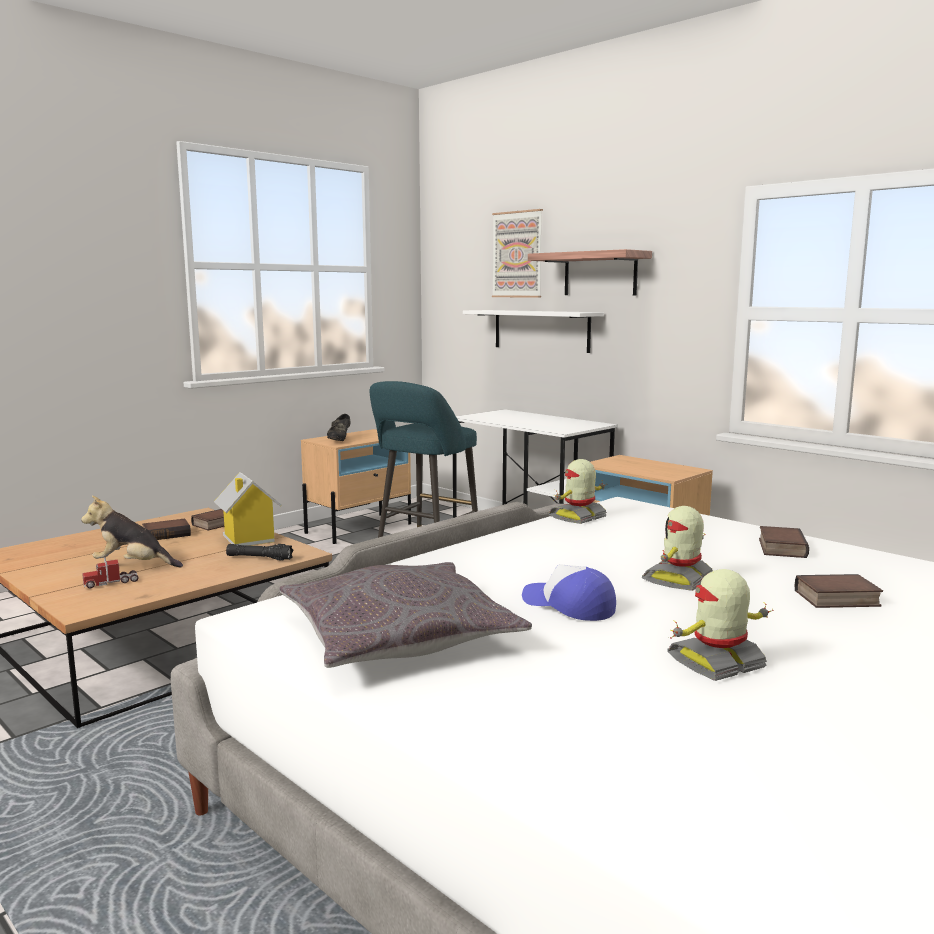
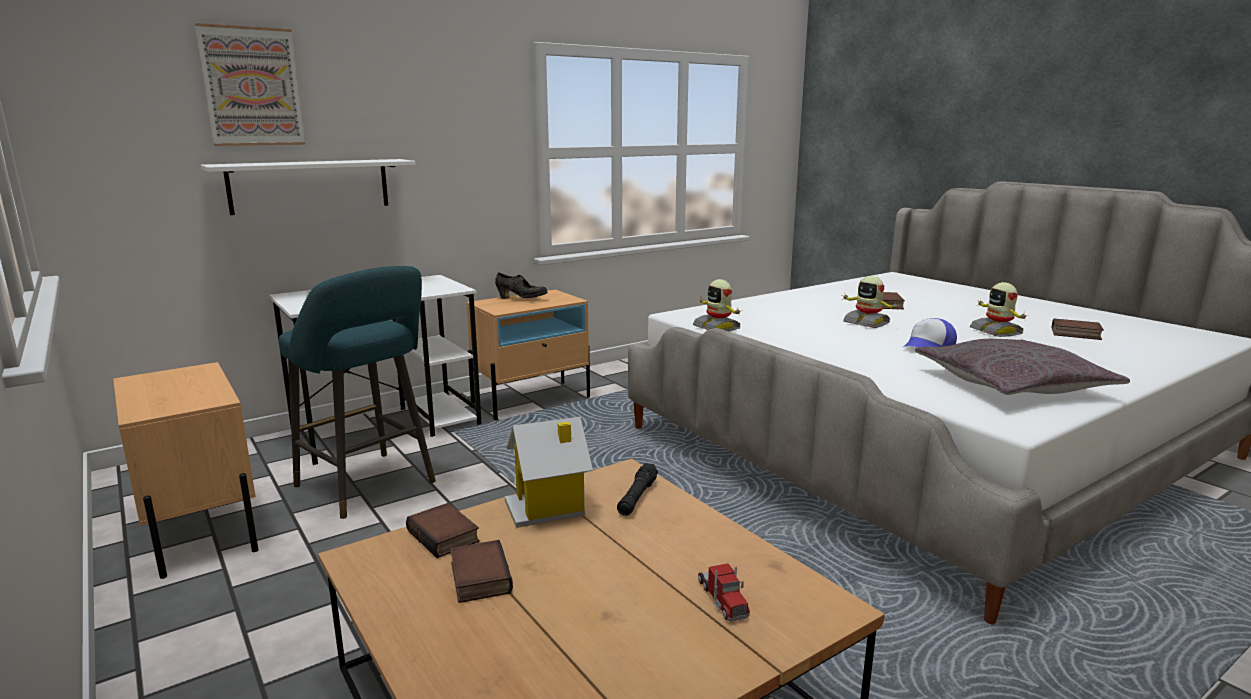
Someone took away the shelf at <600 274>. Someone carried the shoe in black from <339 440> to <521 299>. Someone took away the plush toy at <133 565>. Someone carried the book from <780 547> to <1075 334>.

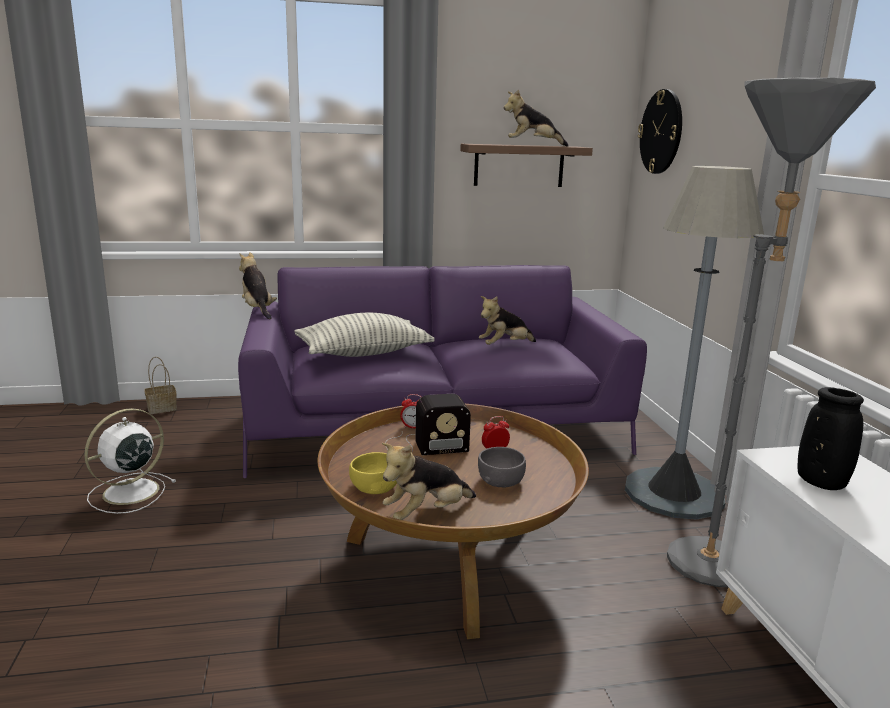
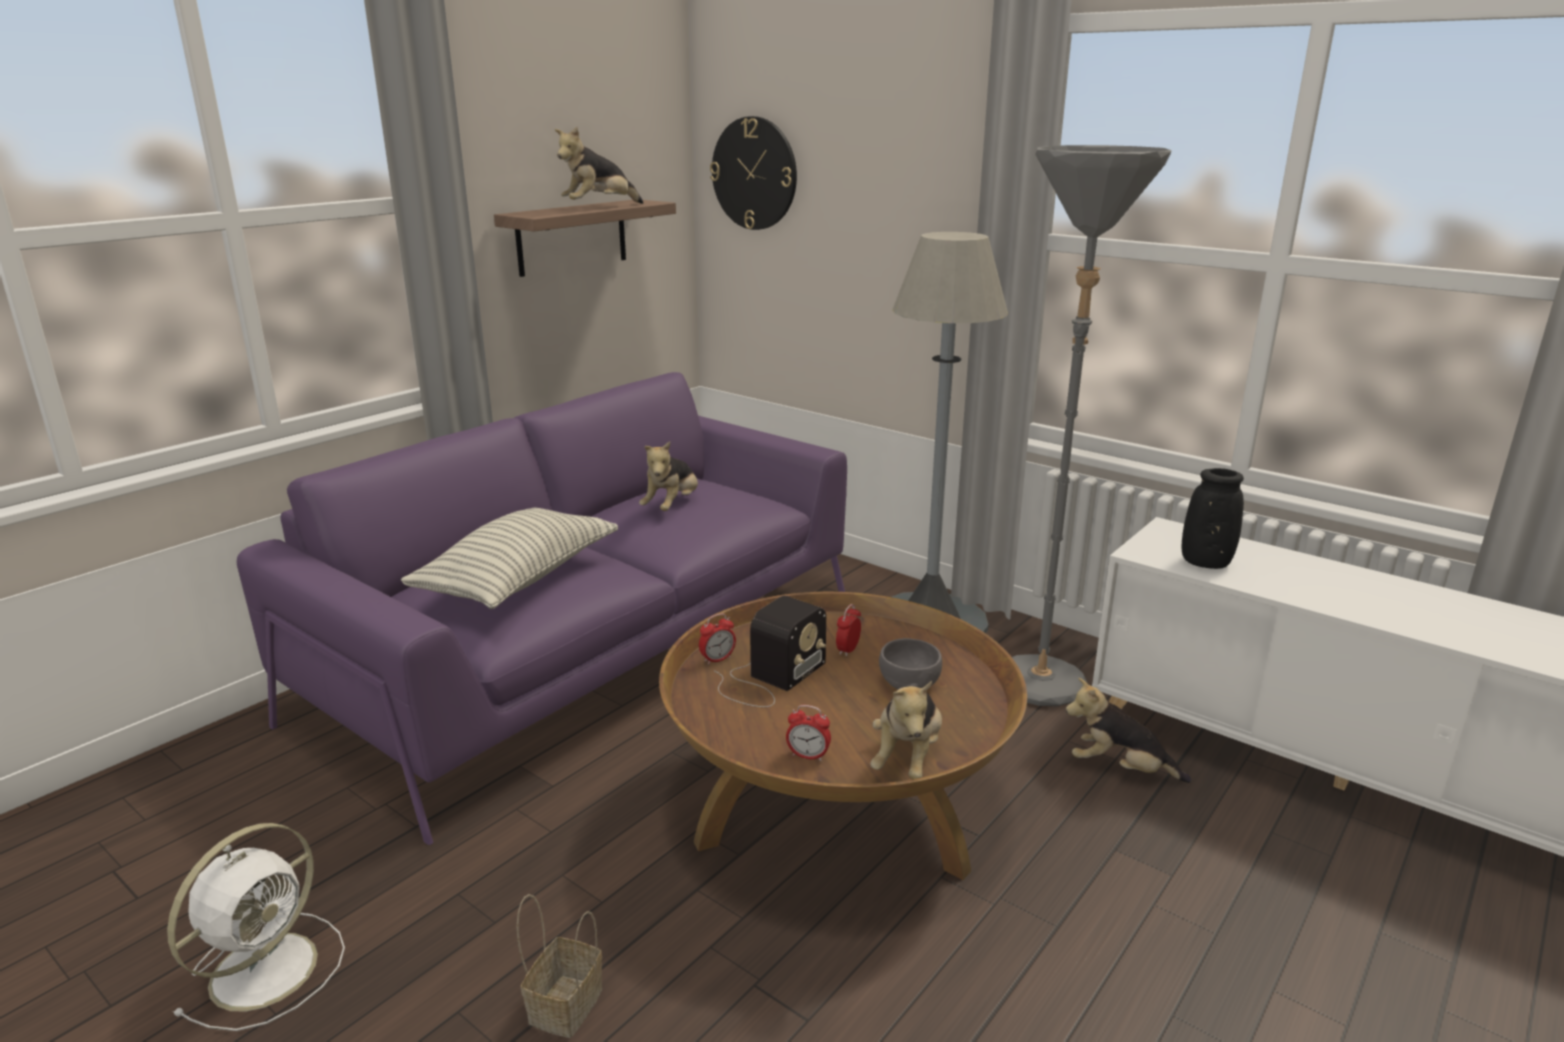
Someone carried the plush toy from <258 310> to <1120 769>. Someone carried the basket from <163 408> to <566 1003>. Someone rotated the fan in white at <128 493> by 150 degrees counterclockwise. Someone swapped the bowl in yellow at <375 487> for the alarm clock at <808 756>.

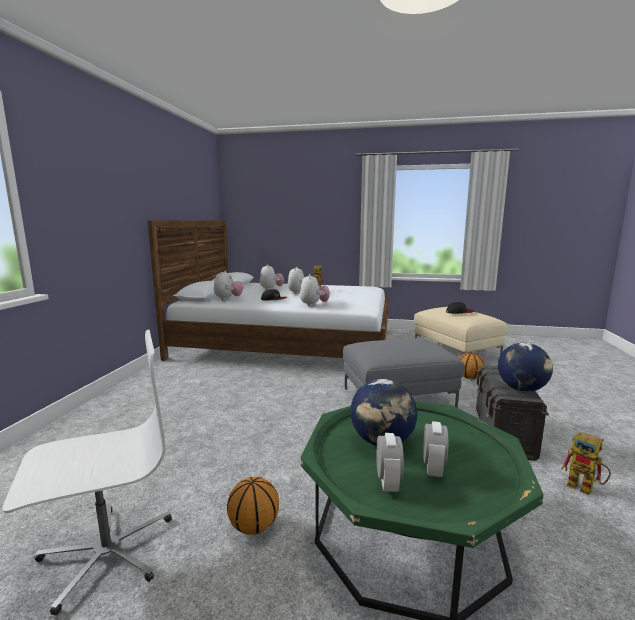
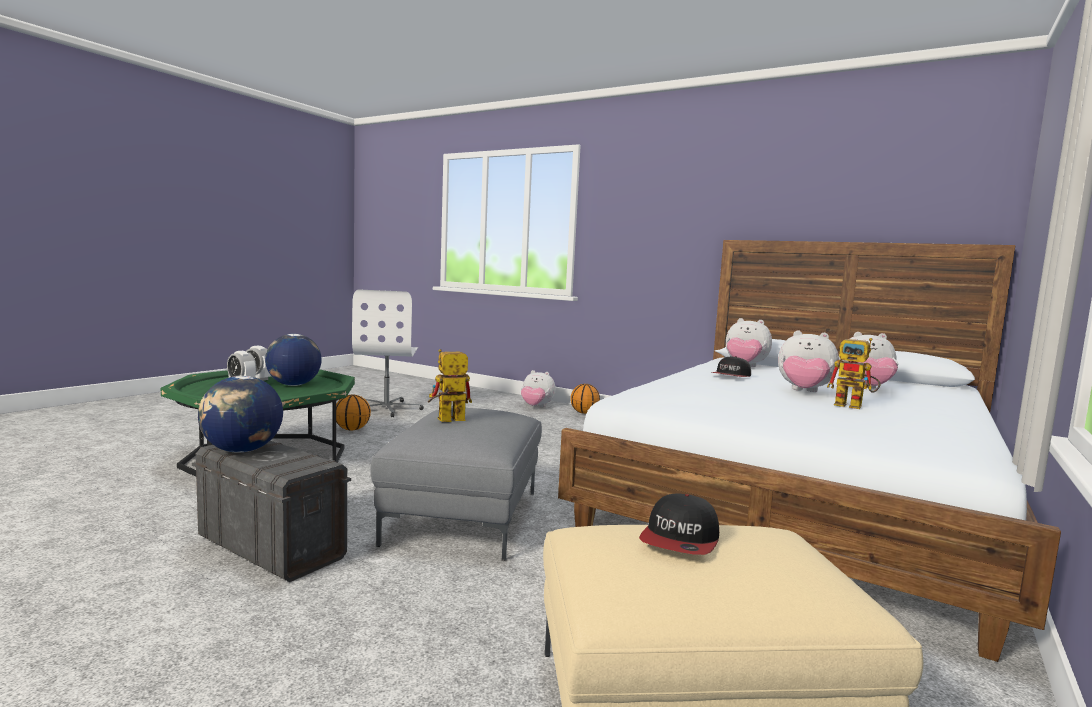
Someone carried the plush toy from <314 305> to <536 407>. Someone carried the basketball from <469 377> to <584 413>. Someone carried the toy robot from <586 488> to <446 420>.

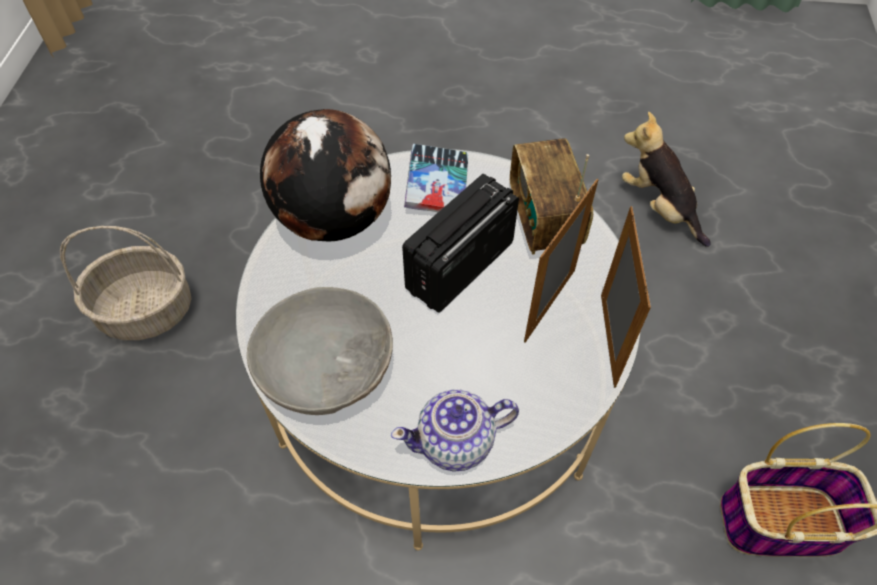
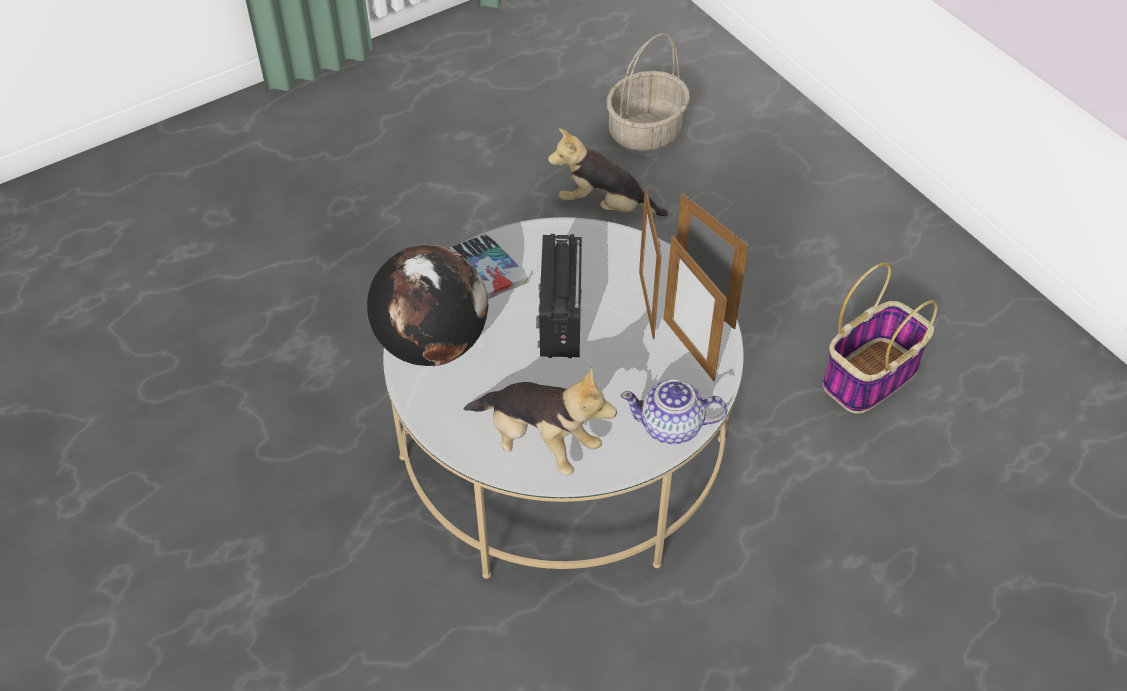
Someone took away the radio at <544 220>. Someone carried the basket from <145 312> to <646 132>. Someone swapped the bowl in grey at <326 366> for the plush toy at <539 442>. Someone rotated the teapot at <456 442> by 60 degrees clockwise. Someone put down the picture frame at <688 349>.

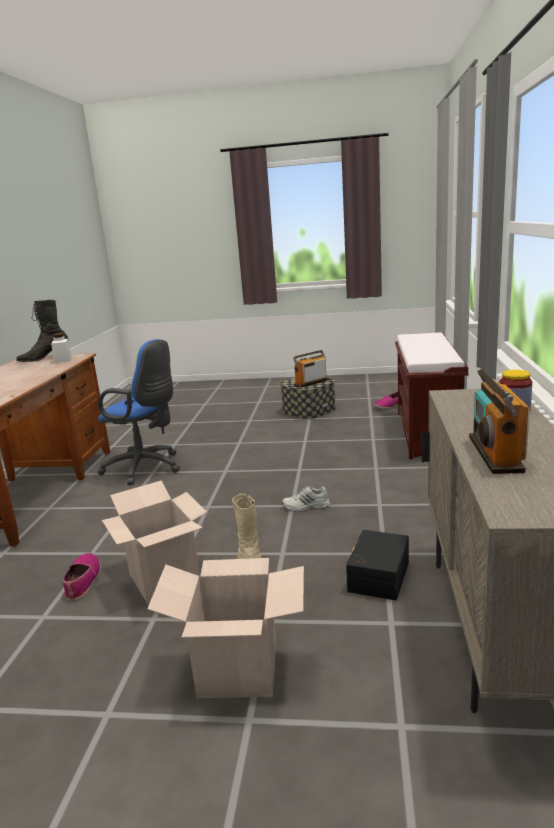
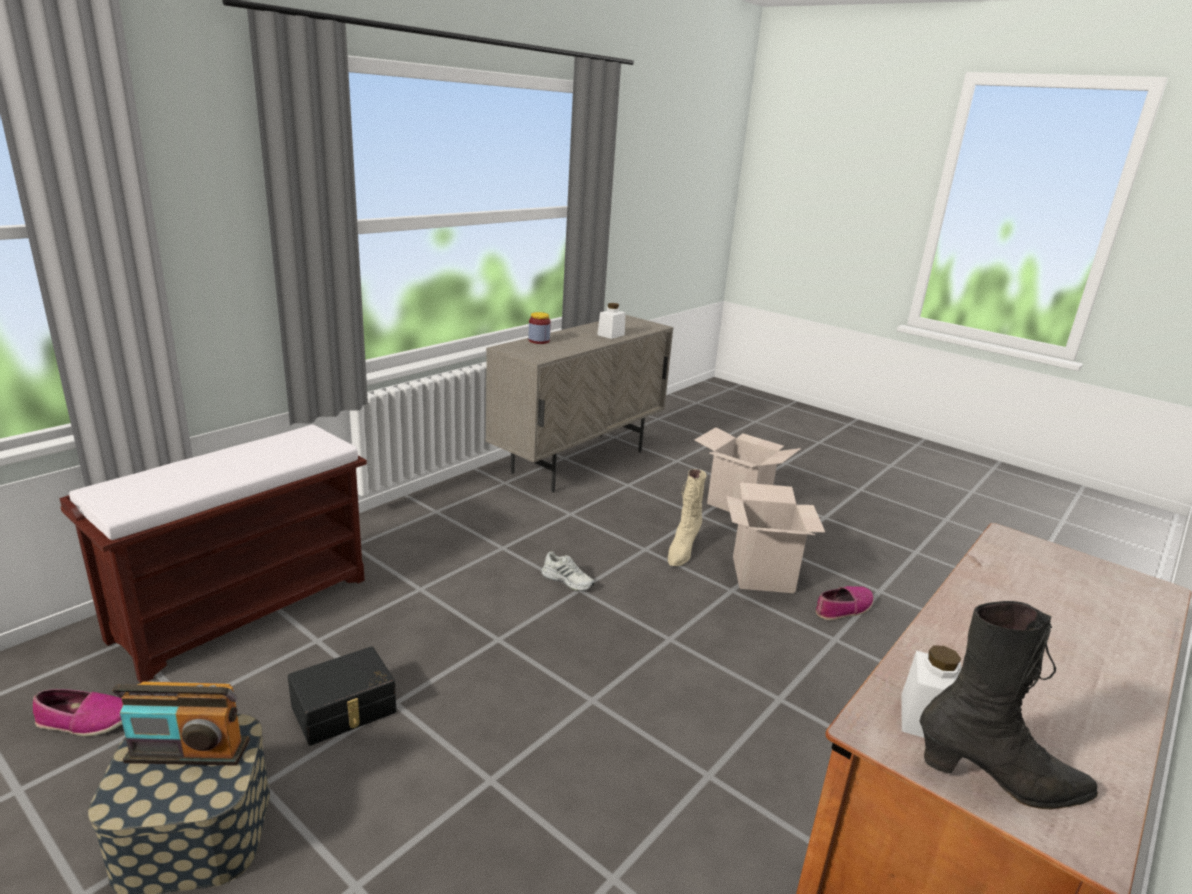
Someone took away the office chair in blue at <146 468>. Someone swapped the radio at <494 453> for the jar in white at <611 335>. Someone carried the storage box in black from <377 576> to <345 710>. Someone rotated the shoe at <83 581> by 150 degrees counterclockwise.

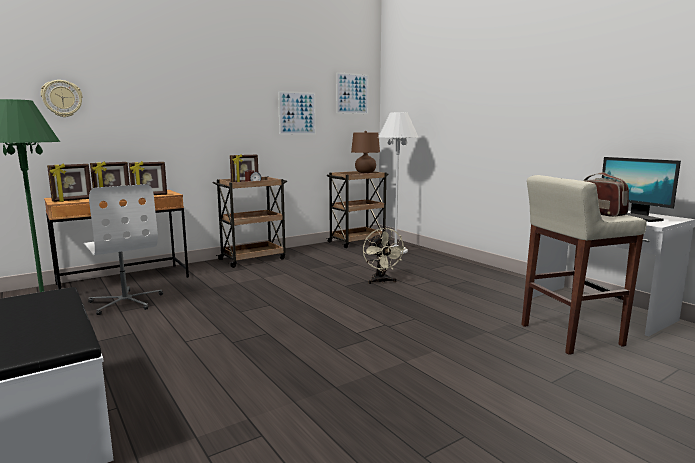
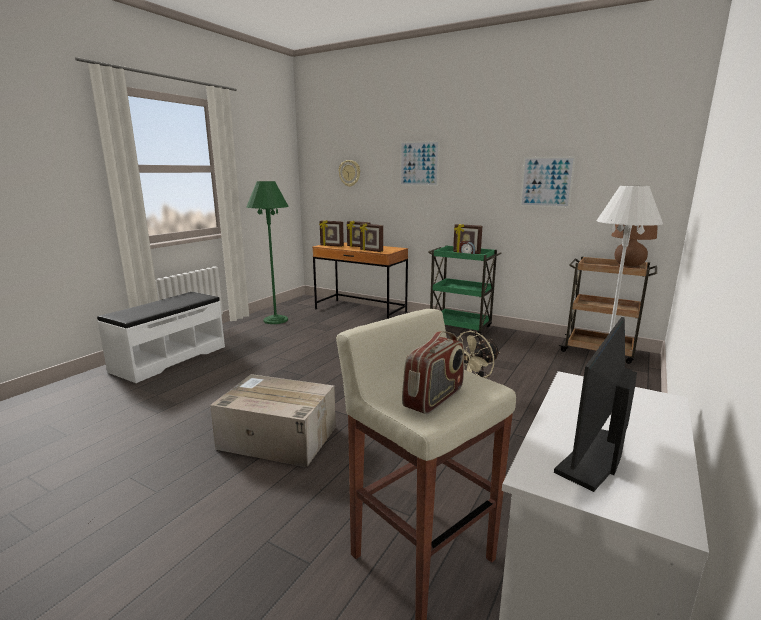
Someone carried the picture from <352 93> to <419 163>. Someone repainted the cart in brown at <253 259>, which became the cart in green at <460 327>. Someone took away the office chair in white at <126 302>. Someone put down the cardboard box at <276 437>.

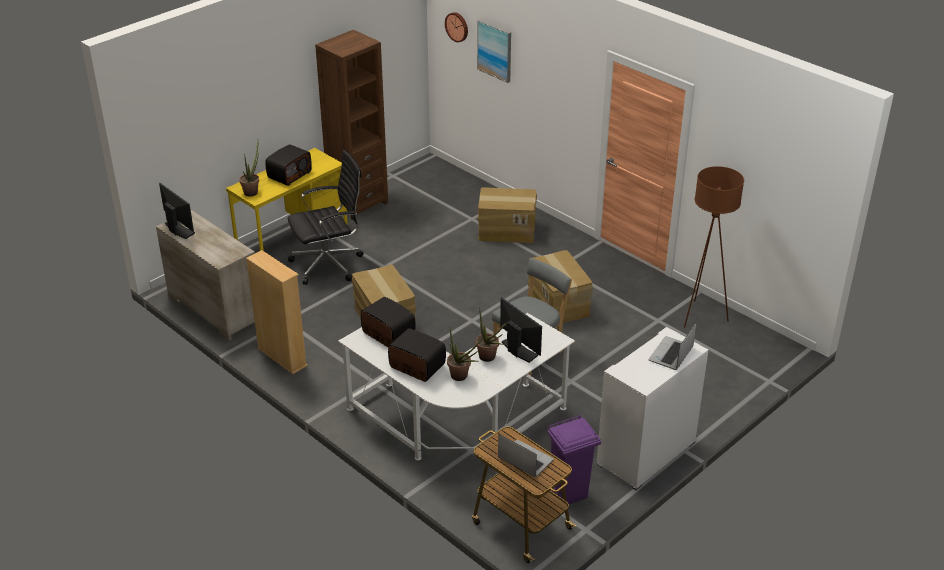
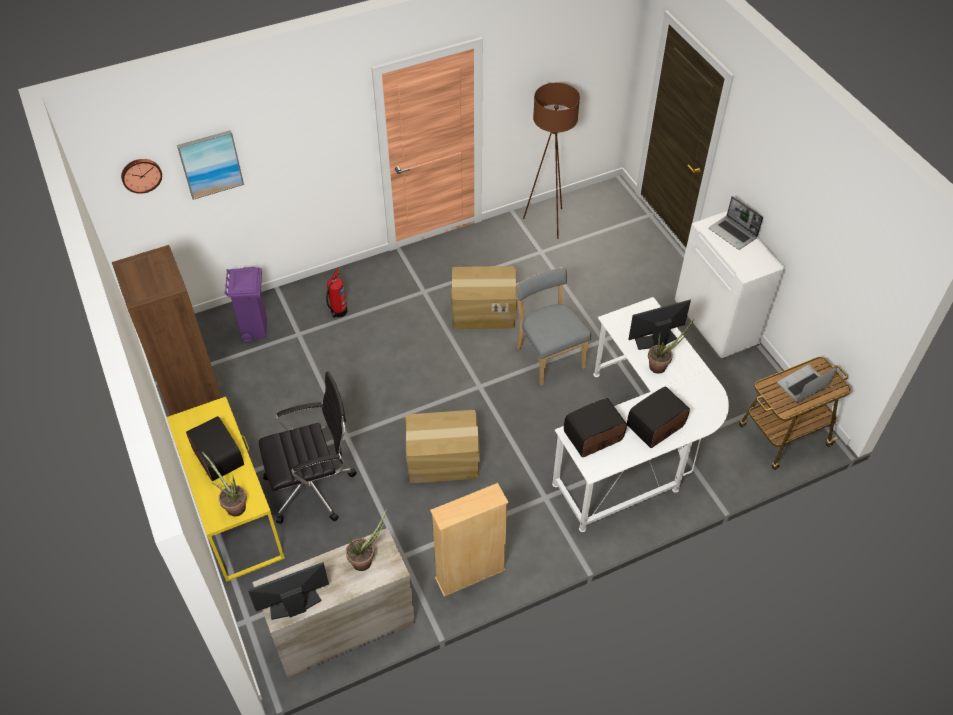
Someone rotated the office chair in black at <329 264> by 75 degrees clockwise. Someone swapped the cardboard box at <507 230> for the fire extinguisher at <338 312>. Someone carried the potted plant from <462 377> to <366 560>. Someone carried the trash can in purple from <570 494> to <255 330>.

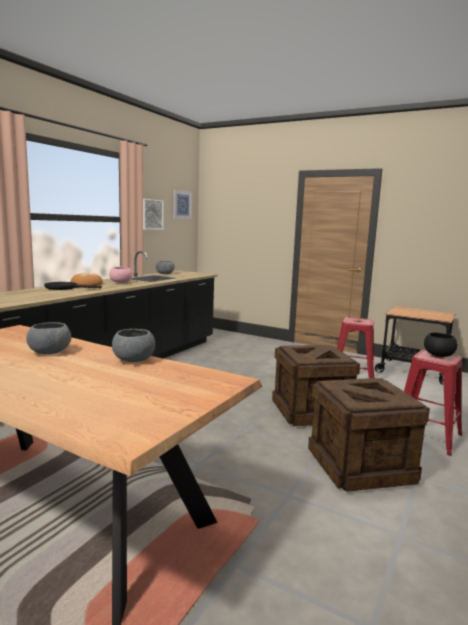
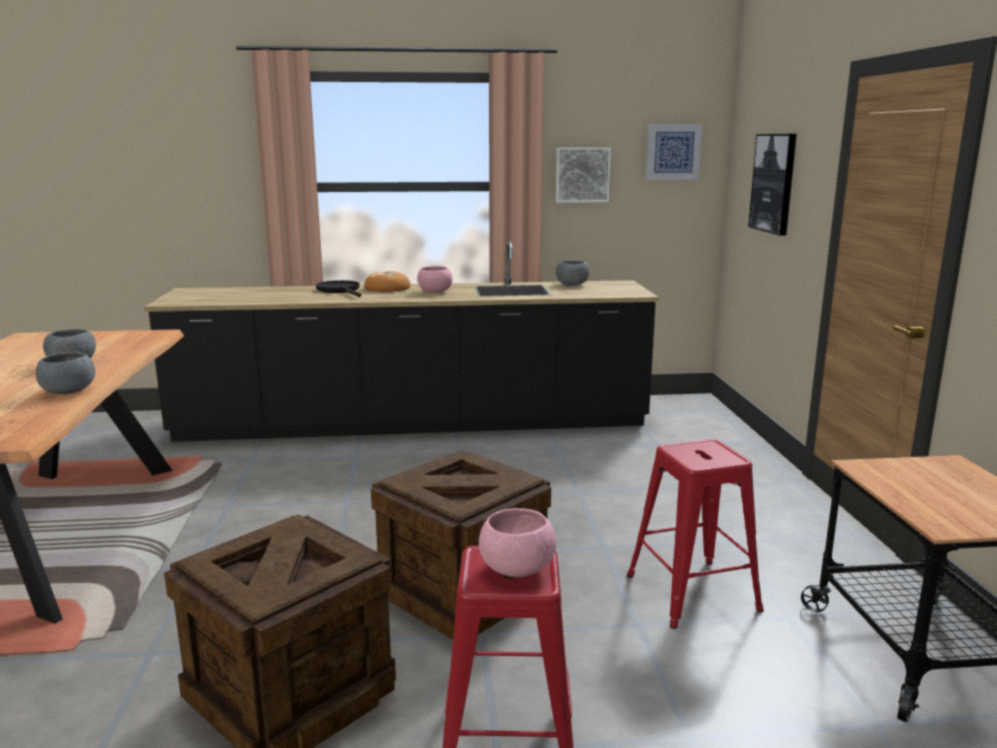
Someone repainted the bowl in black at <438 355>, which became the bowl in pink at <516 568>. Someone put up the picture at <774 183>.

